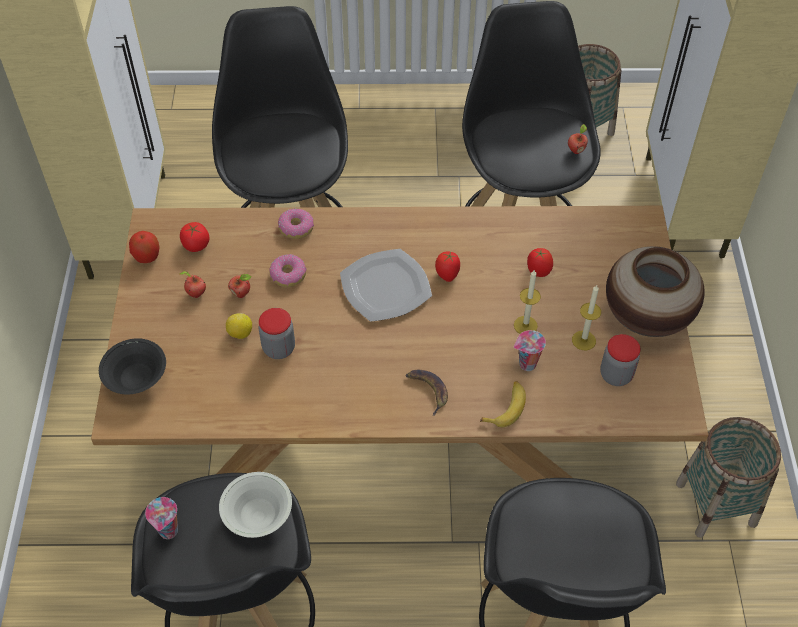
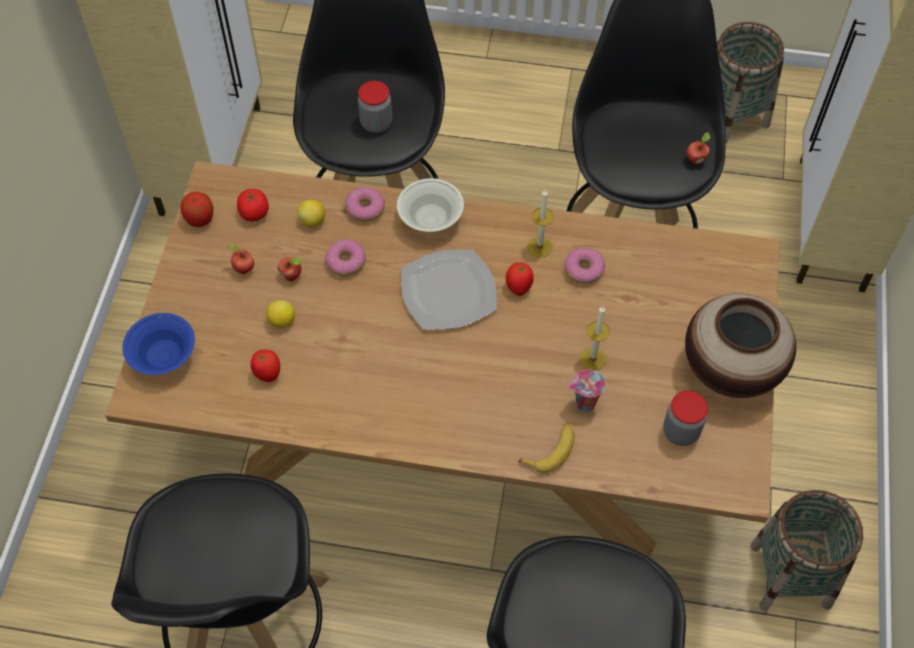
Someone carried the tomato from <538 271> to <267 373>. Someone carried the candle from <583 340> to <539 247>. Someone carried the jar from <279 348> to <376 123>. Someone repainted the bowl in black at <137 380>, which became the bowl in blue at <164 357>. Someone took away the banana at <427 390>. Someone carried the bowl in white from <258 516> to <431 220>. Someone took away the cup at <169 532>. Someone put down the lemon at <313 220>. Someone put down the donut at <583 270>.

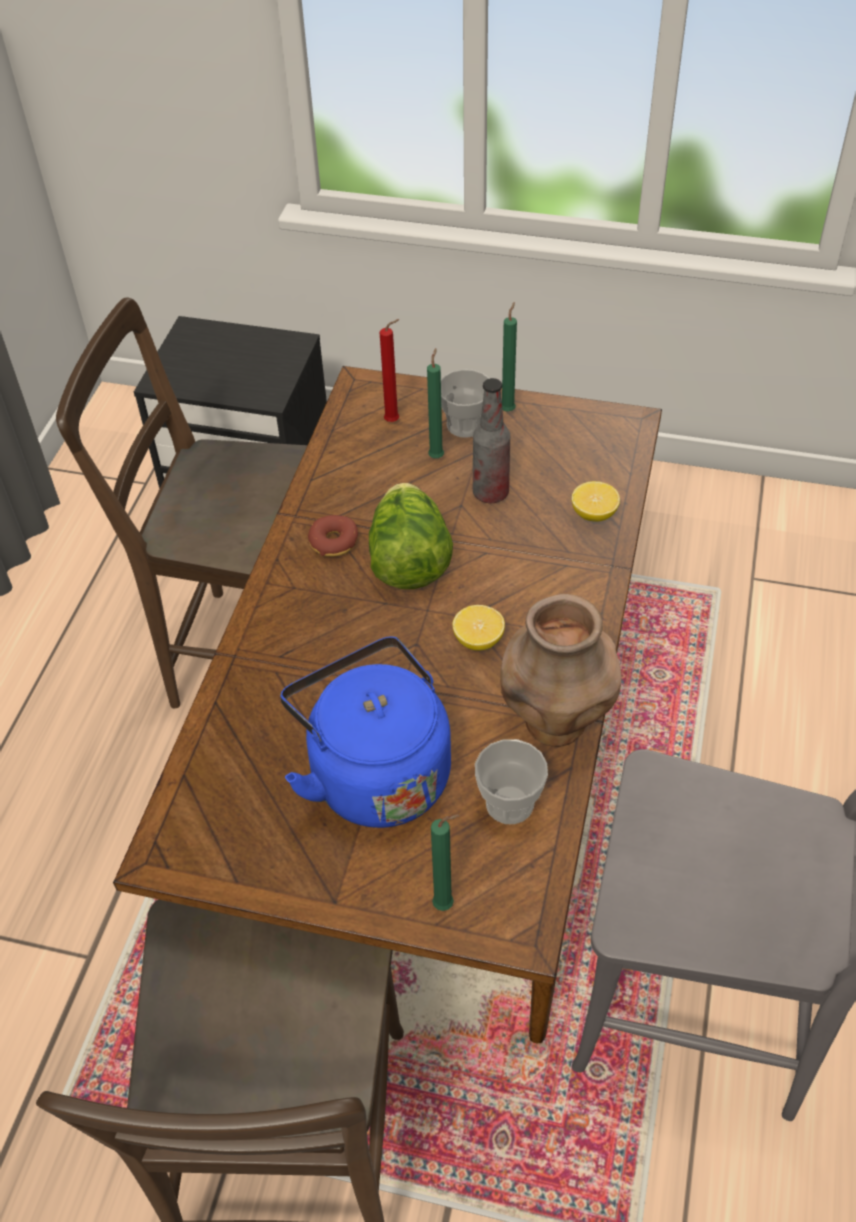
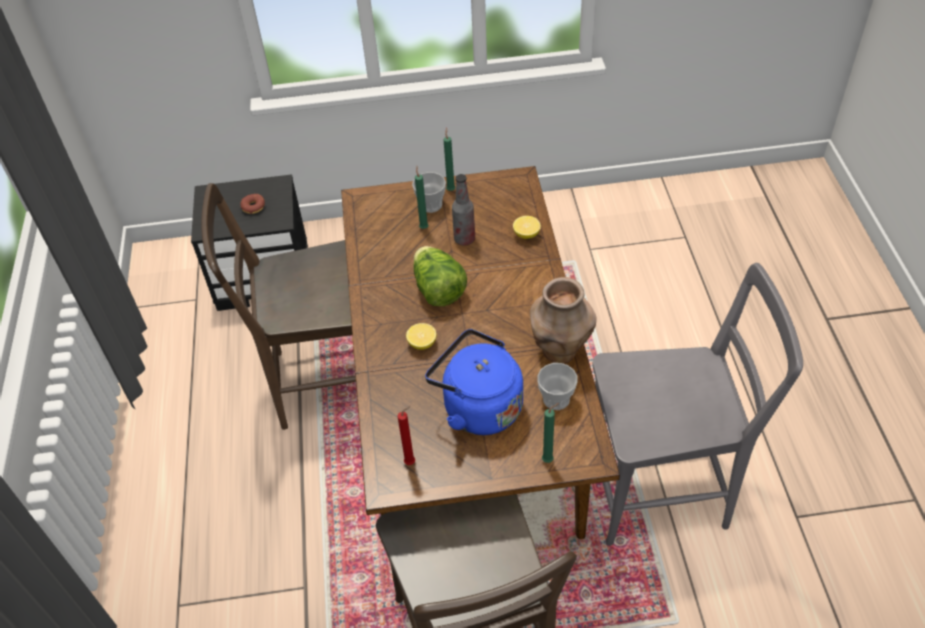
Someone carried the candle in red from <394 421> to <411 462>. Someone carried the donut from <333 542> to <253 207>. Someone carried the lemon from <478 640> to <422 343>.

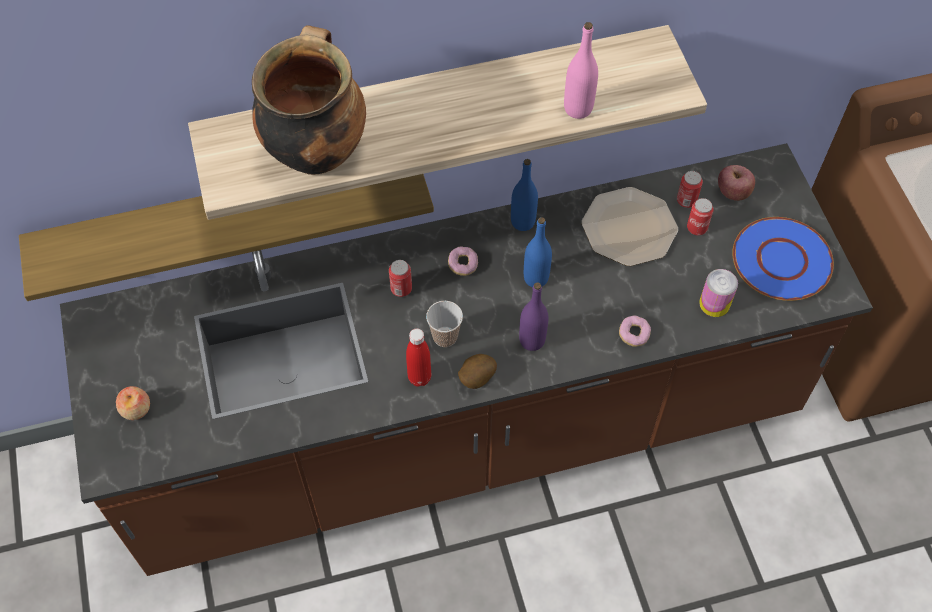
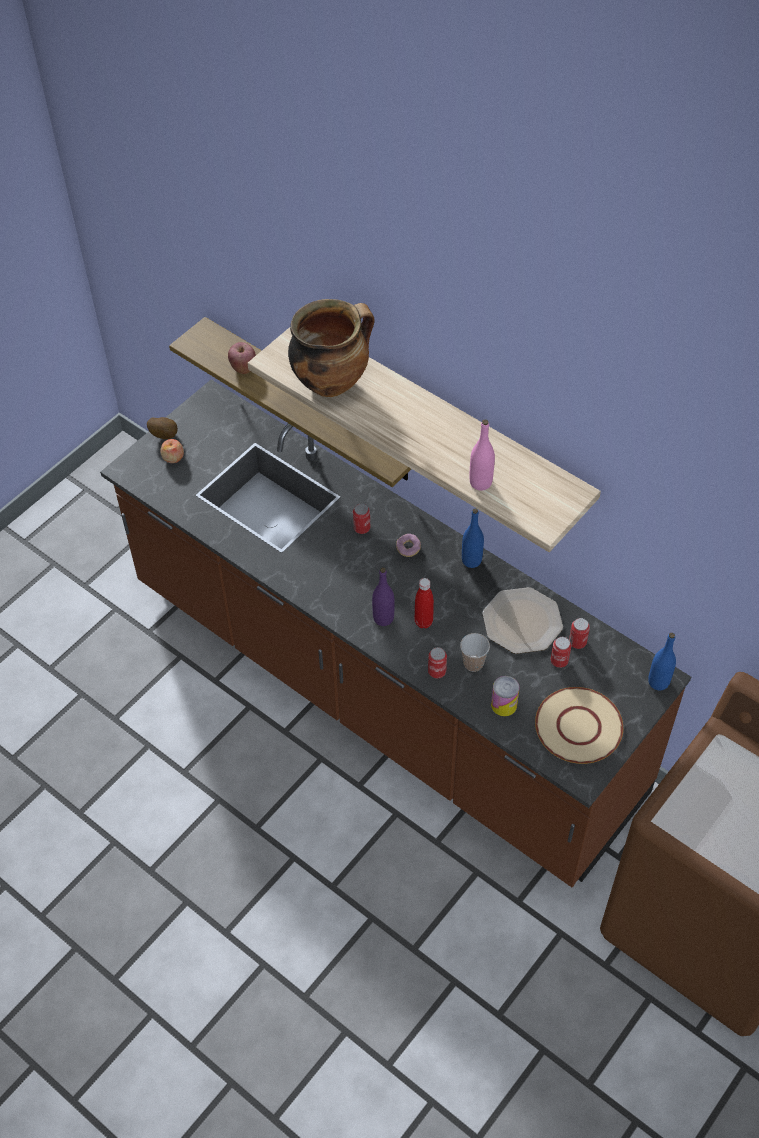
Someone carried the apple from <733 193> to <243 367>. Someone carried the bottle in blue from <536 278> to <658 682>. Someone repainted the plate in blue at <782 260>, which became the plate in beige at <579 727>. Someone carried the cup from <445 337> to <473 663>. Someone swapped the donut at <633 335> for the can at <437 671>. Someone carried the bottle in red from <419 377> to <423 622>. Someone carried the potato from <475 378> to <164 435>.

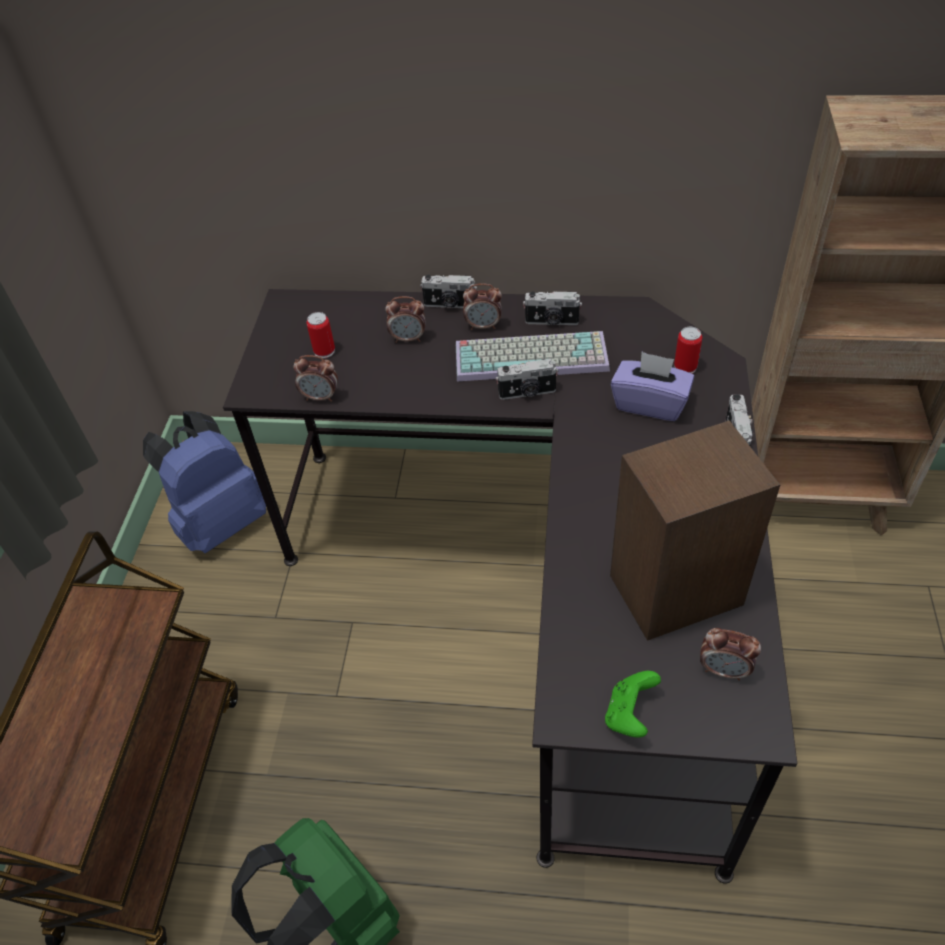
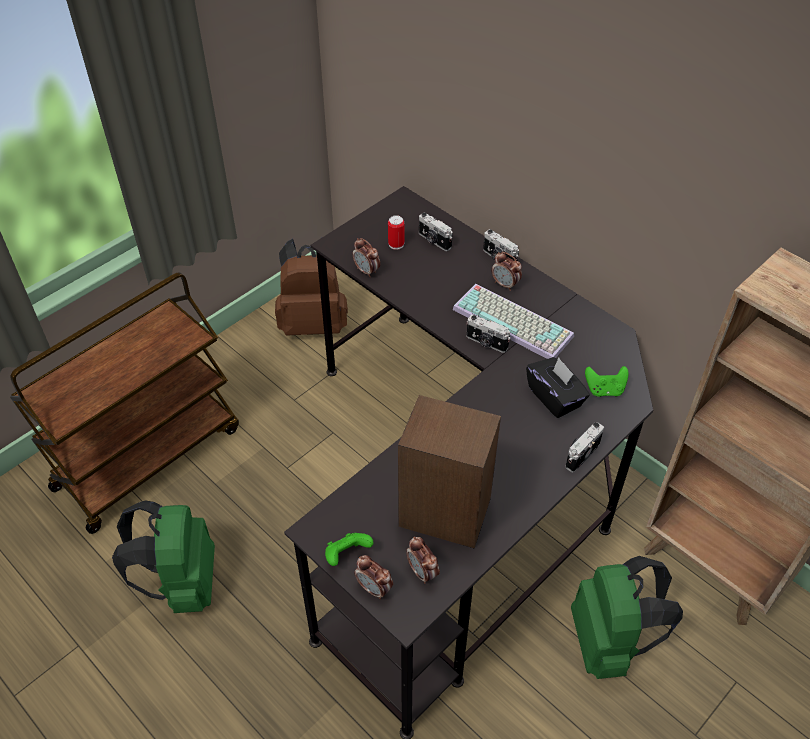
Someone carried the photo camera from <552 322> to <434 241>. Someone carried the alarm clock from <408 338> to <374 588>. Someone swapped the can at <685 367> for the game controller in green at <604 390>. Someone repainted the tissue box in purple at <650 403>, which became the tissue box in black at <555 397>. Someone repainted the backpack in blue at <221 521>, which became the backpack in brown at <314 323>. Someone put down the backpack in green at <609 642>.

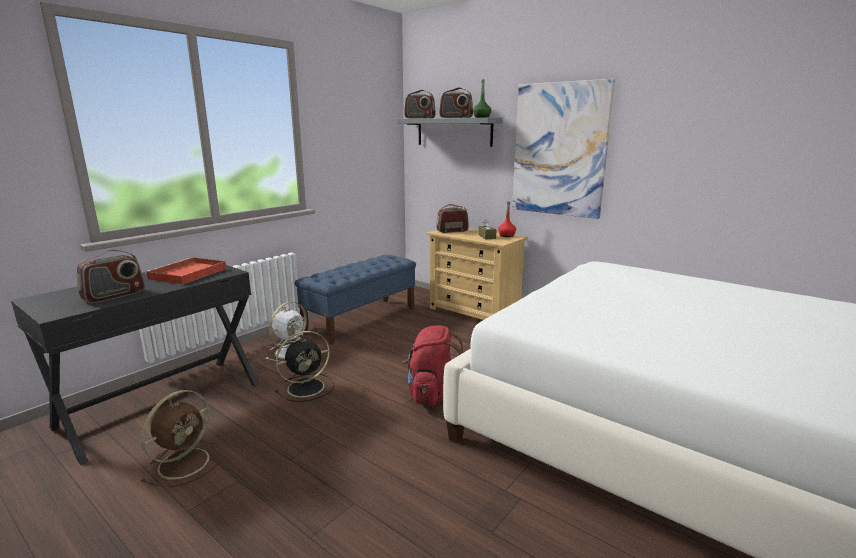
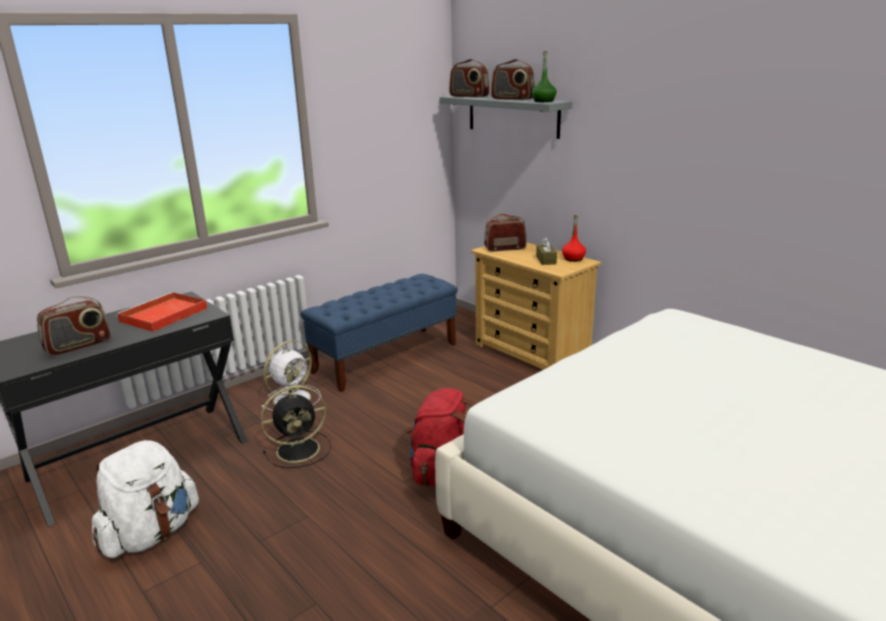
Someone took away the picture at <559 150>. Someone swapped the fan in brown at <186 462> for the backpack in white at <151 534>.

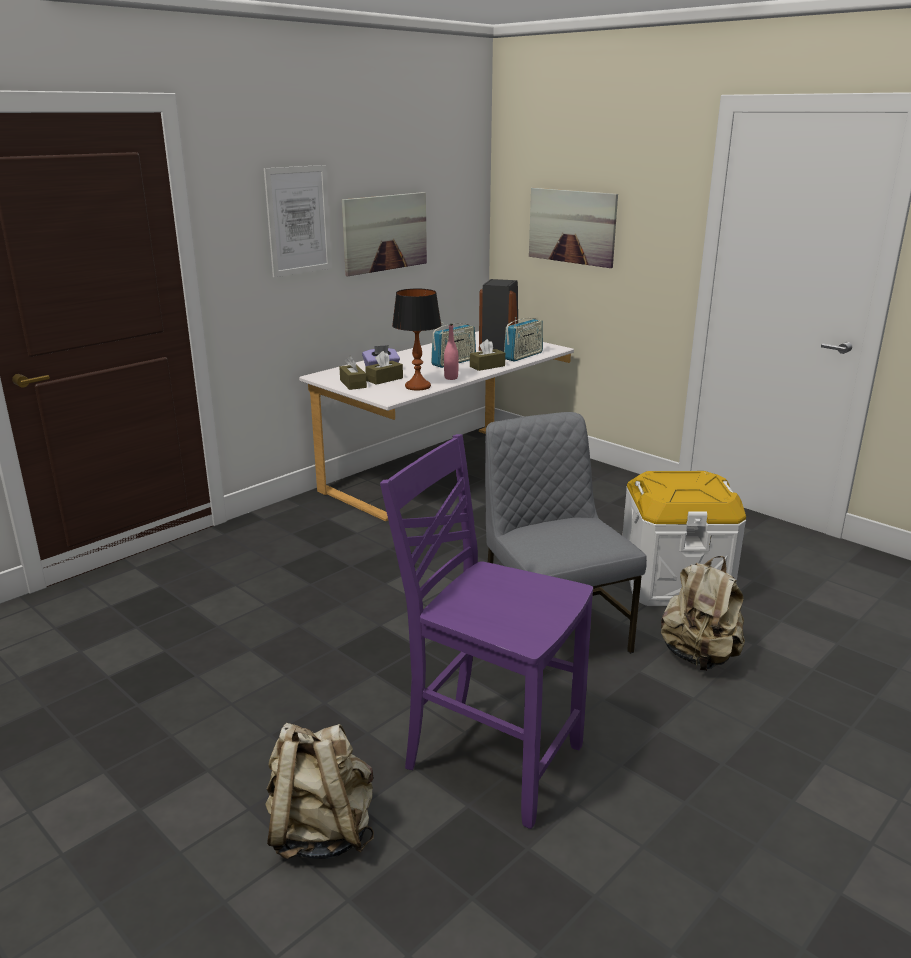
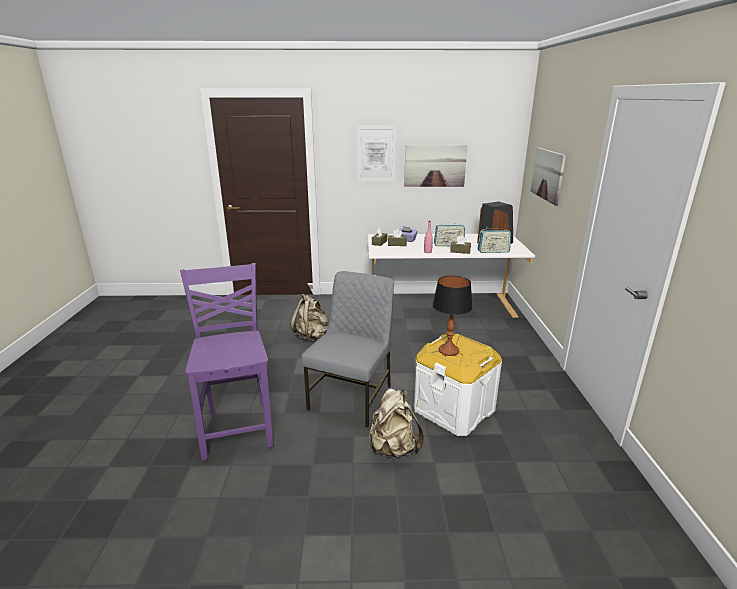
Someone carried the table lamp from <418 386> to <449 351>. Someone carried the backpack in beige from <321 831> to <311 337>.

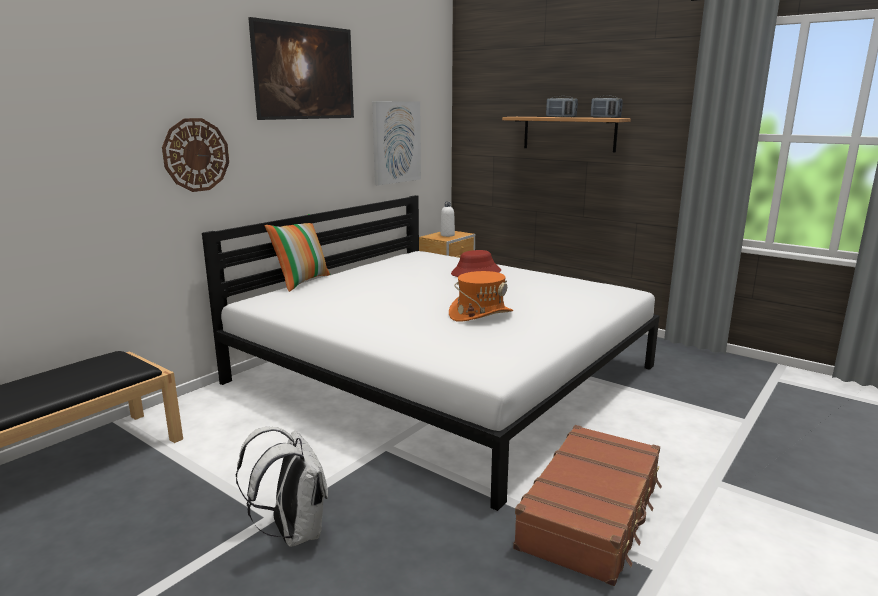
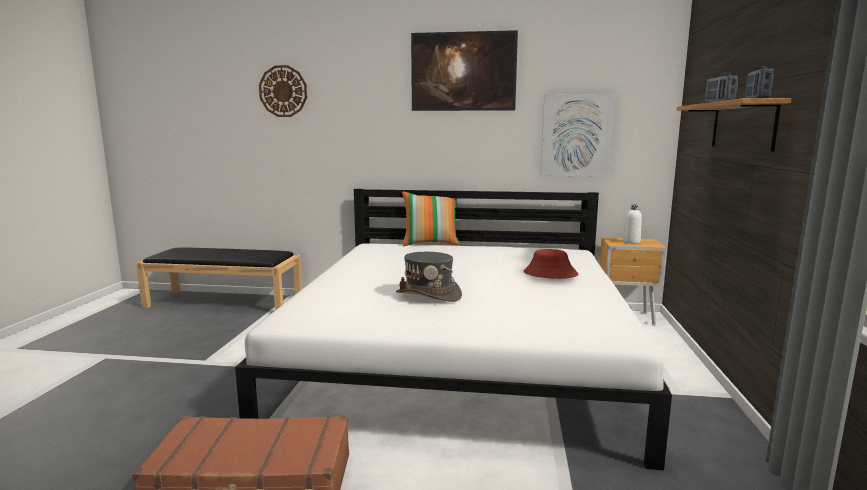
Someone carried the wall clock from <196 155> to <283 91>. Someone repainted the hat in orange at <480 314>, which became the hat in grey at <428 295>. Someone took away the backpack in white at <293 532>.

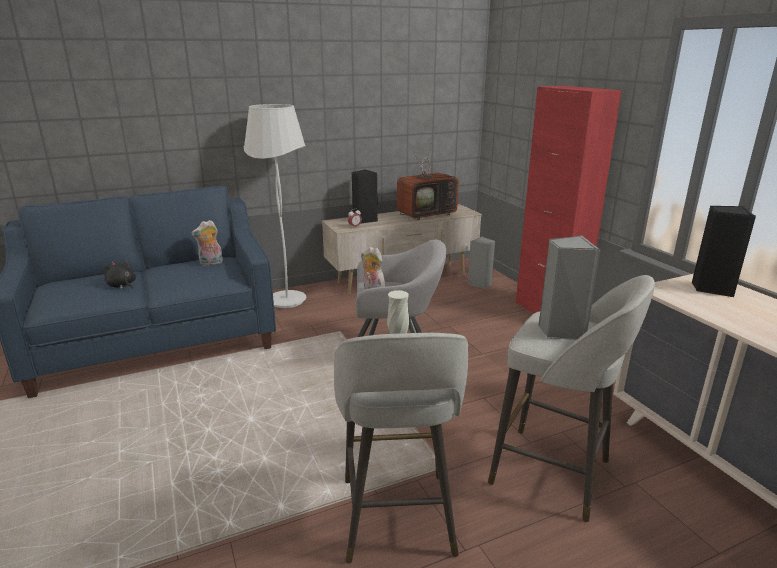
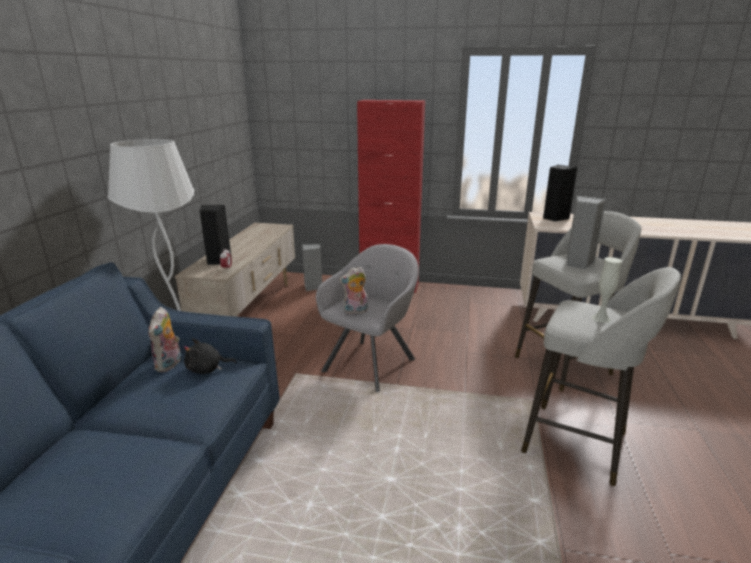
Someone took away the television at <427 214>. Someone carried the plush toy in black from <122 286> to <207 369>.

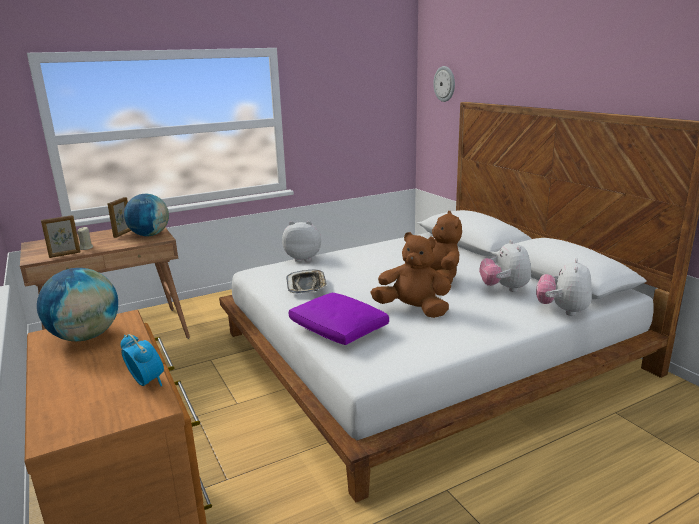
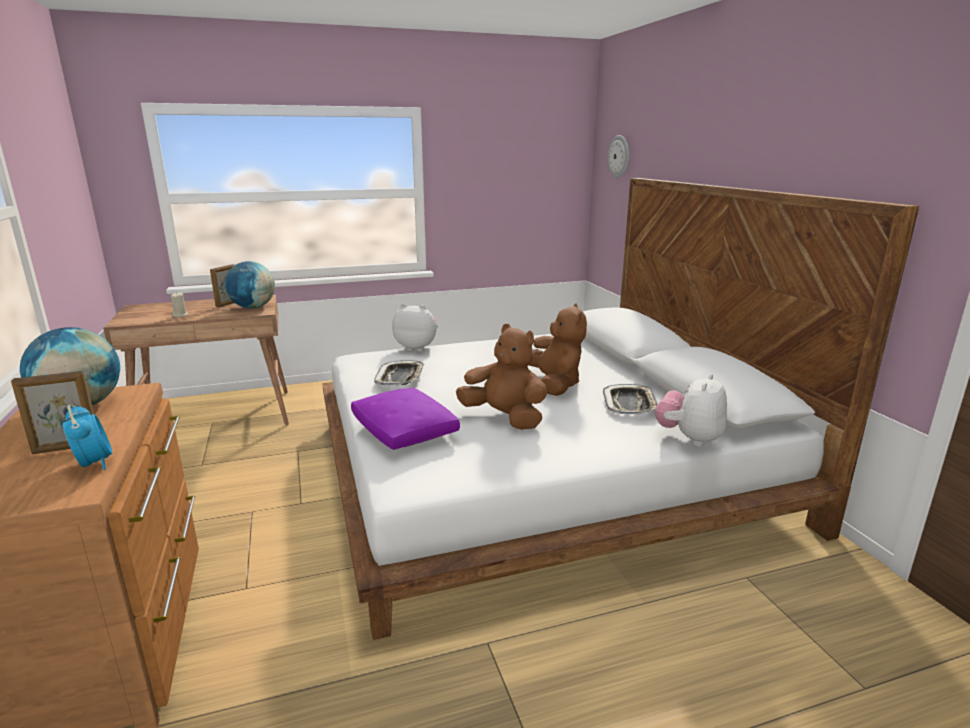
Someone carried the picture frame from <65 255> to <66 448>. Someone swapped the plush toy at <504 289> for the tray at <630 404>.

